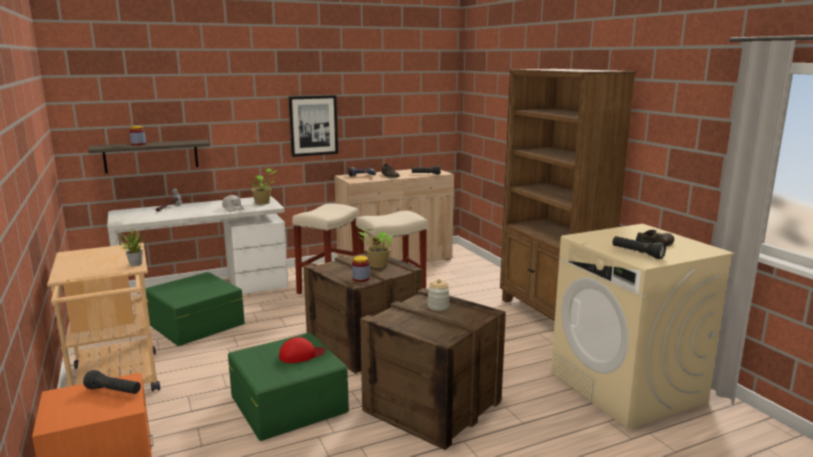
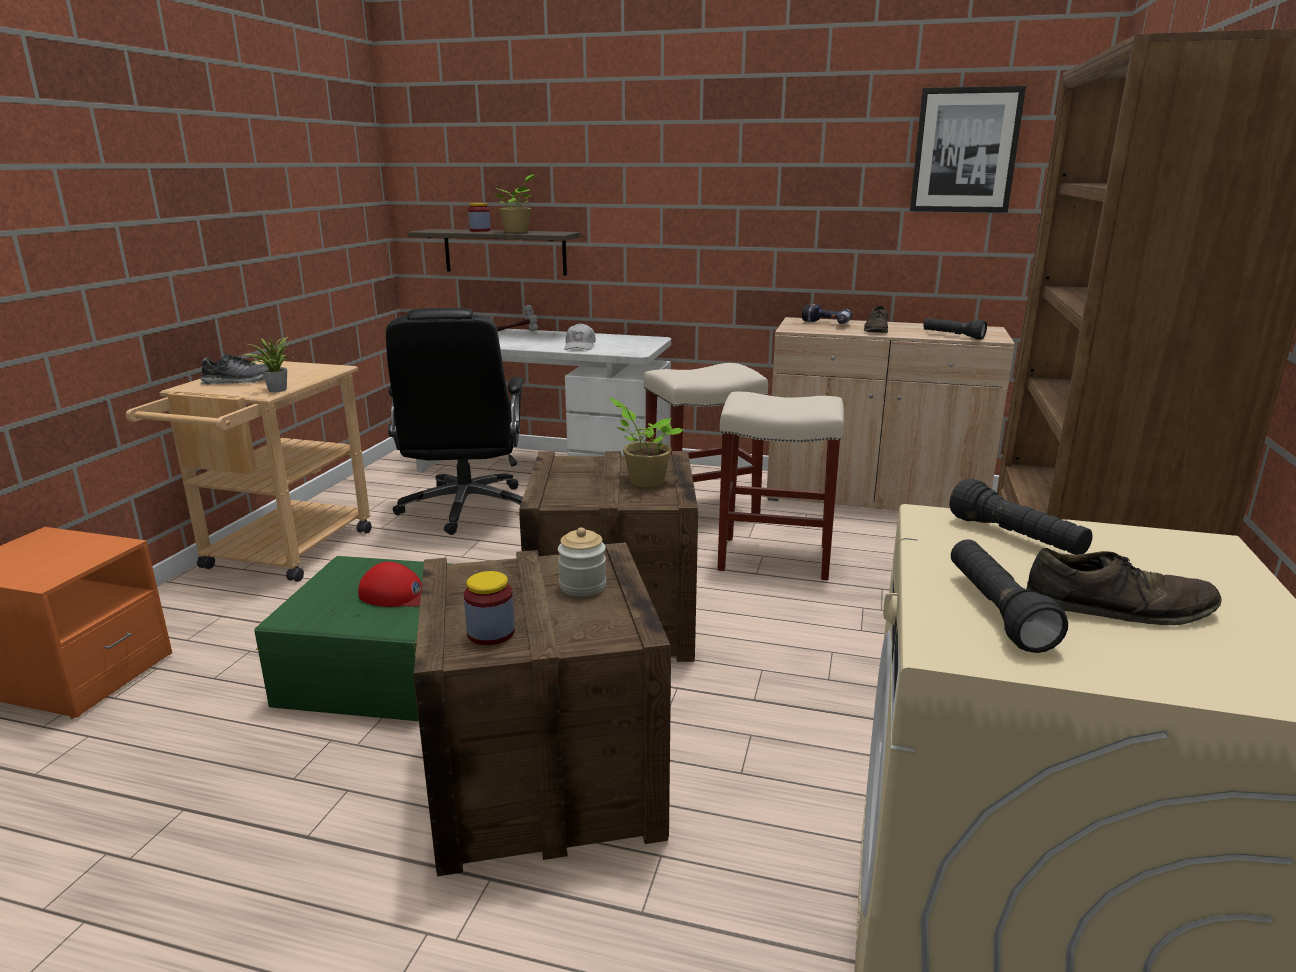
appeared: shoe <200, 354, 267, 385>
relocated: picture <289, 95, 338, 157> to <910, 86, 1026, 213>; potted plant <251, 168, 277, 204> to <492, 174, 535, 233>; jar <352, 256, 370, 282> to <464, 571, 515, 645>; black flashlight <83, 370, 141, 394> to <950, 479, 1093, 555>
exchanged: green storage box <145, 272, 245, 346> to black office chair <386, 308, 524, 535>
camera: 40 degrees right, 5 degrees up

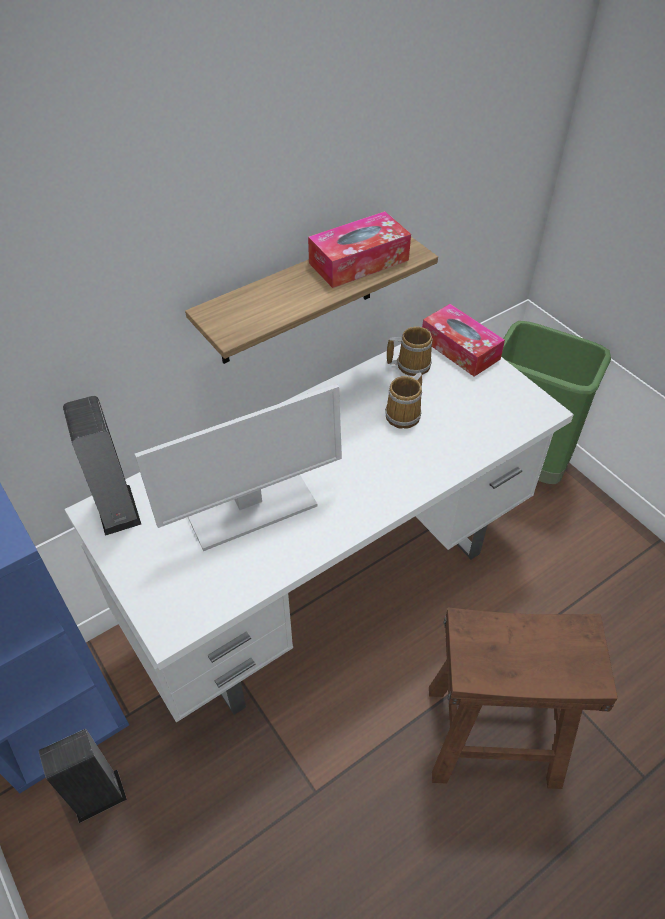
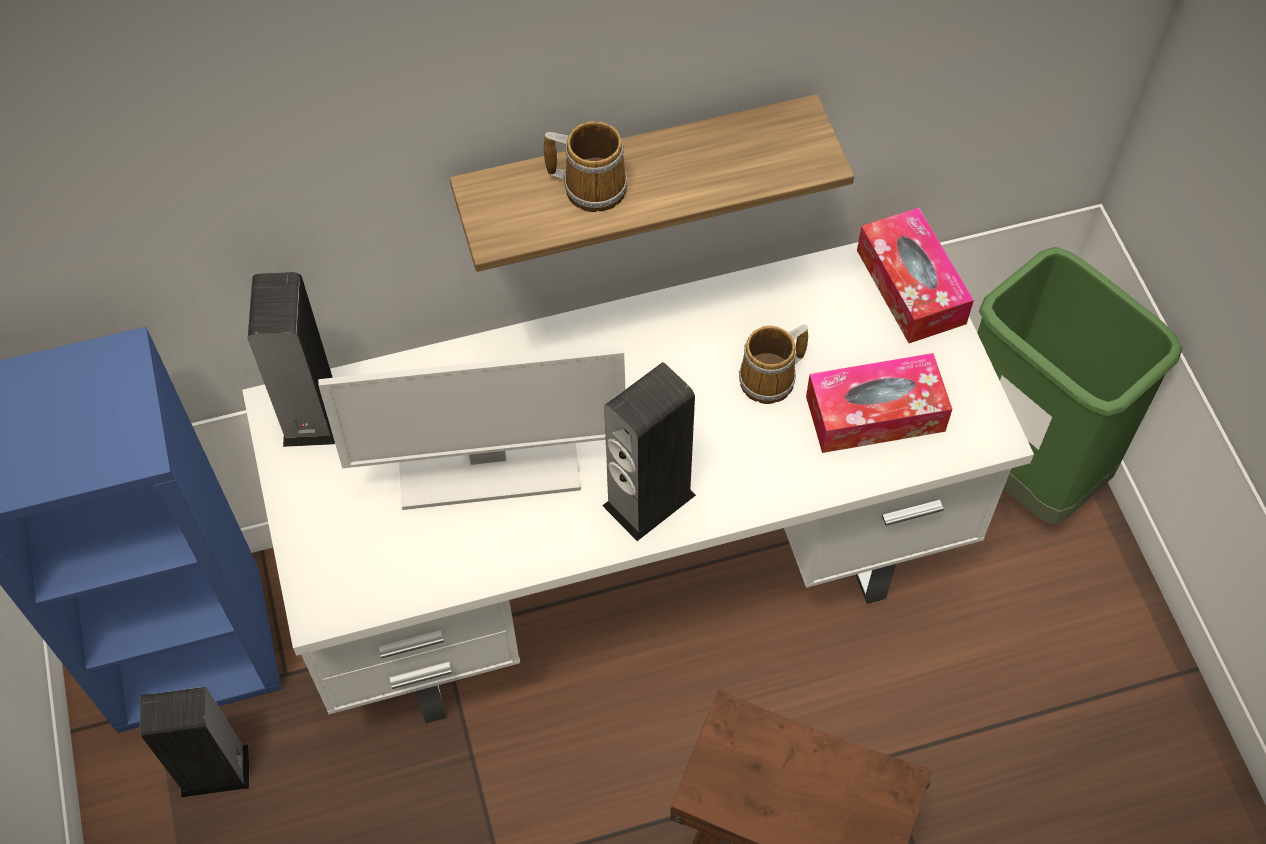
appeared: speaker <602, 362, 696, 541>
relocated: tissue box <308, 211, 411, 288> to <806, 353, 952, 453>; mug <387, 326, 433, 376> to <544, 121, 628, 212>
camera: 20 degrees right, 10 degrees up

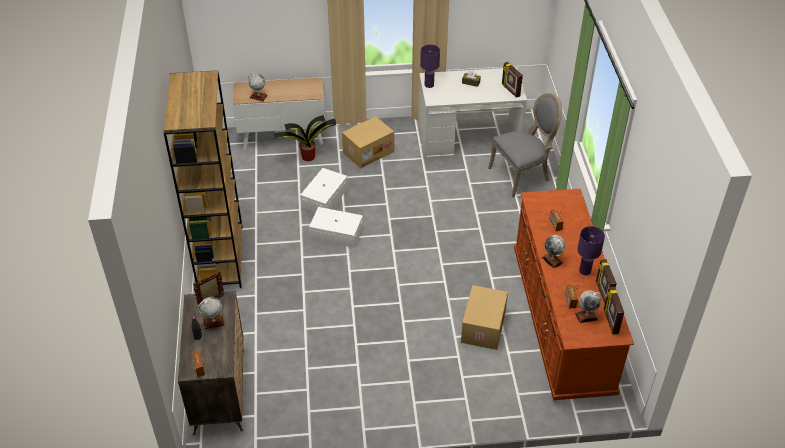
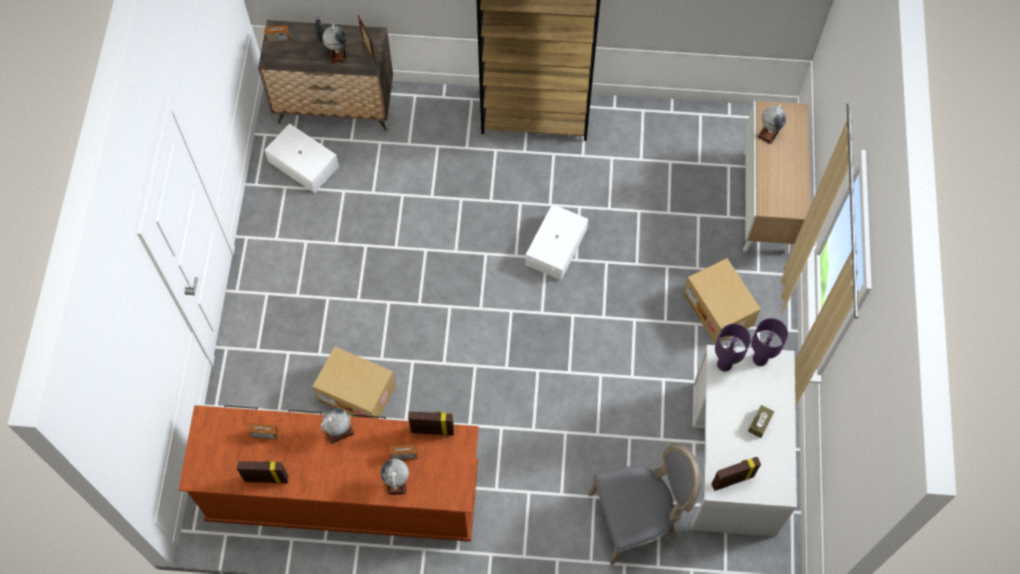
missing: potted plant <274, 115, 336, 161>
relocated: white storage box <300, 168, 348, 212> to <265, 124, 339, 193>; purple table lamp <577, 226, 605, 275> to <715, 324, 751, 371>; picture frame <604, 287, 624, 334> to <408, 411, 454, 436>; globe <575, 290, 602, 323> to <381, 459, 409, 495>
spun: grey chair <488, 93, 562, 197> = <588, 443, 701, 565> 90 degrees counterclockwise
camera: 100 degrees right, 20 degrees up

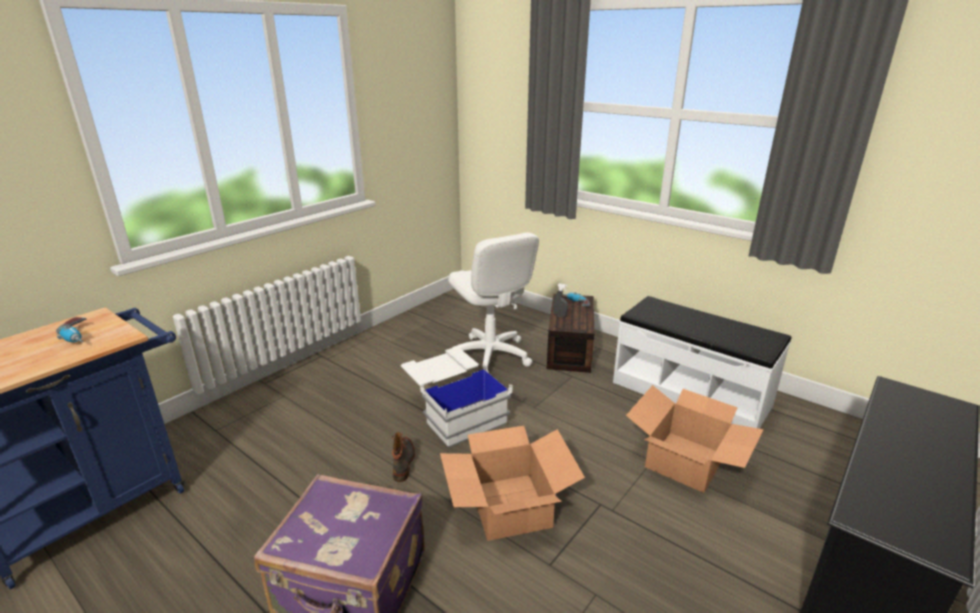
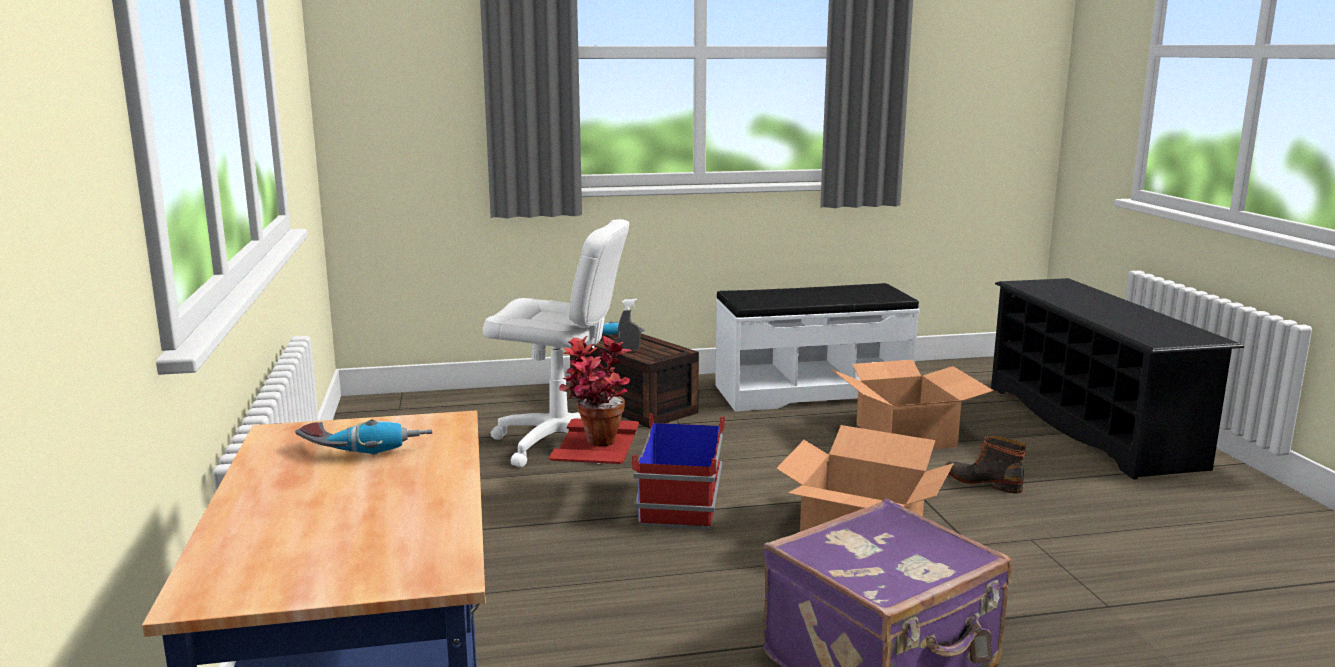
appeared: potted plant <559, 336, 631, 446>
relocated: boot <392, 432, 415, 482> to <945, 435, 1026, 494>
colour: white storage box <401, 347, 513, 448> to red storage box <549, 413, 725, 530>
camera: 50 degrees left, 10 degrees down

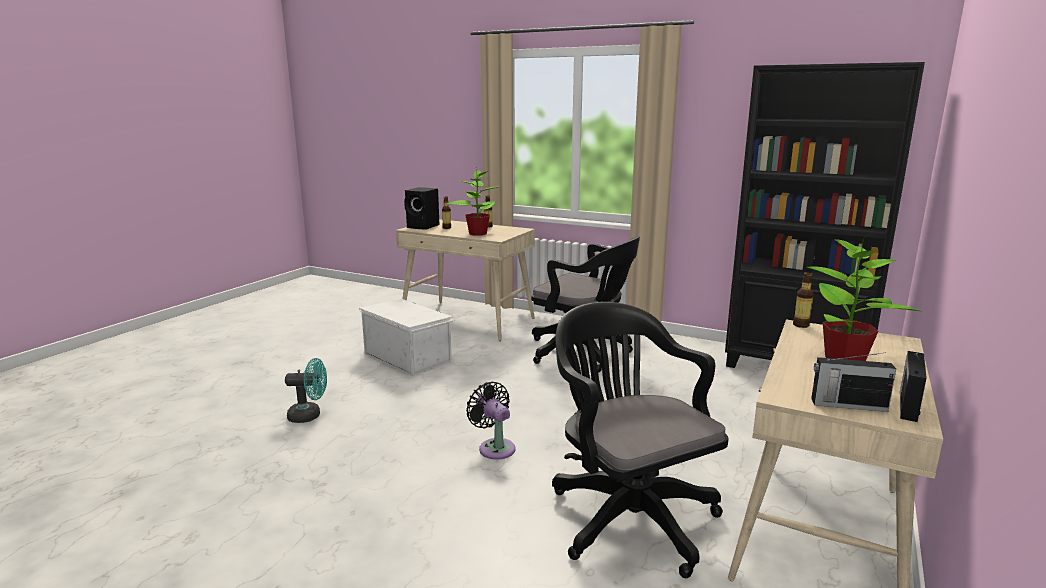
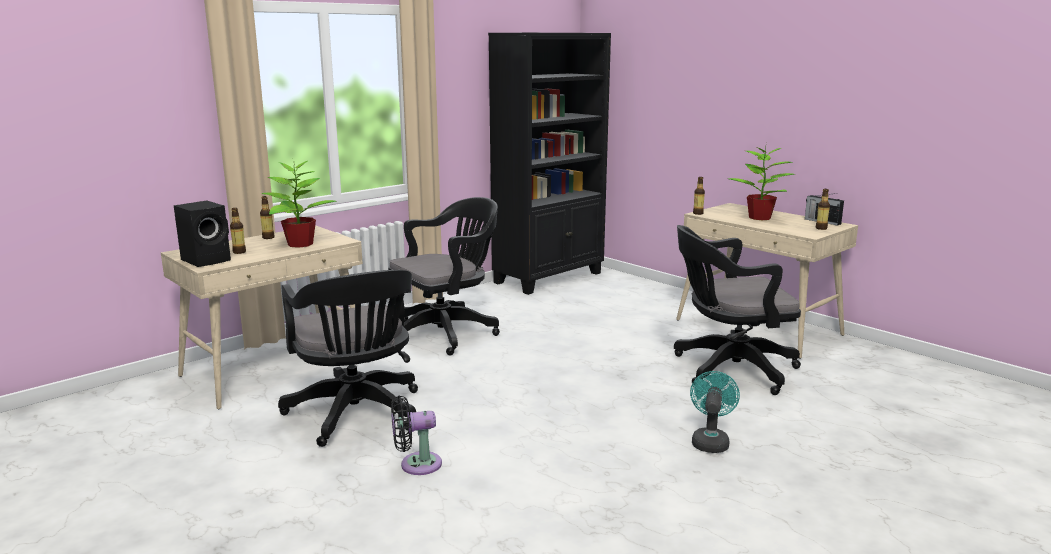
relocated: turquoise fan <285, 358, 327, 423> to <690, 371, 740, 453>; black fan <466, 382, 515, 460> to <391, 396, 442, 475>
exchanged: white storage box <359, 299, 455, 377> to black office chair <278, 269, 418, 447>; radio <811, 352, 896, 412> to bottle <816, 189, 830, 230>
camera: 70 degrees left, 0 degrees up

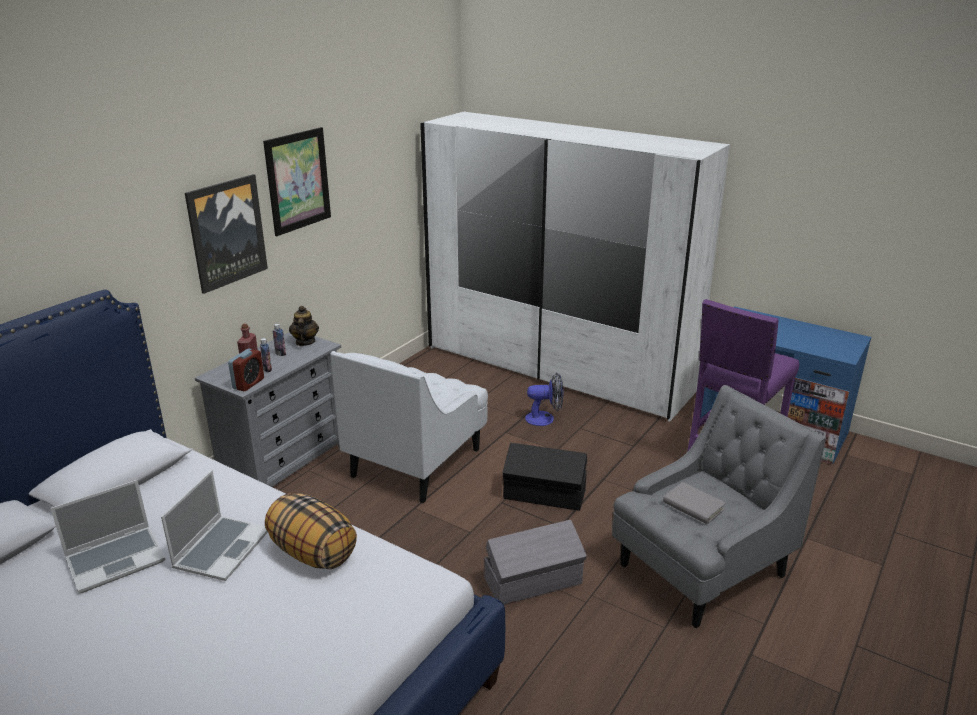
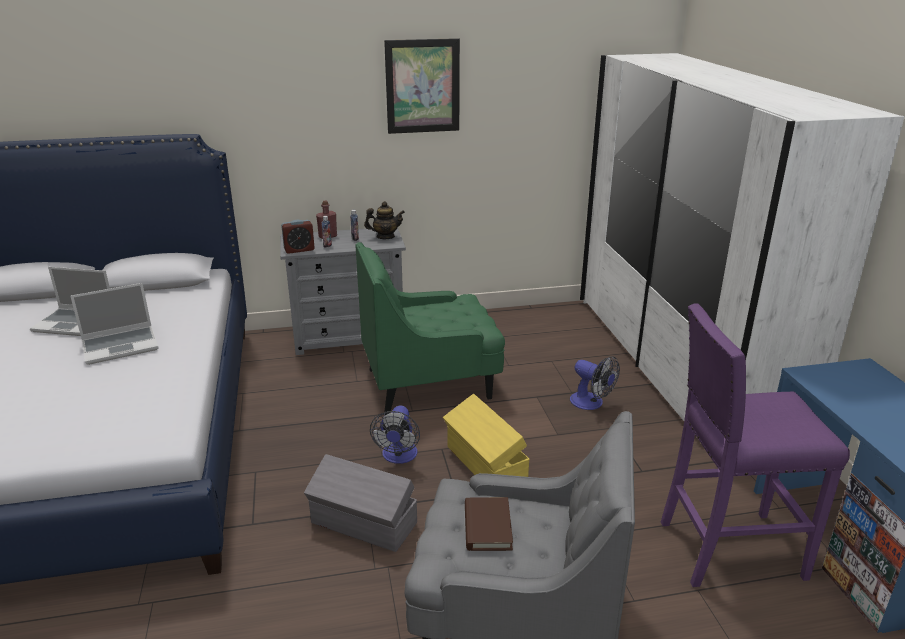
missing: picture <185, 174, 268, 294>; pillow <265, 493, 357, 569>
appeared: fan <370, 406, 420, 464>
colour: white armchair <330, 351, 488, 503> to green armchair <355, 242, 505, 415>; black storage box <503, 443, 587, 511> to yellow storage box <443, 394, 529, 477>; grey book <663, 482, 726, 524> to brown book <465, 497, 513, 551>
spun: teapot <289, 306, 319, 346> = <364, 201, 405, 239> 45 degrees clockwise
camera: 45 degrees right, 0 degrees up

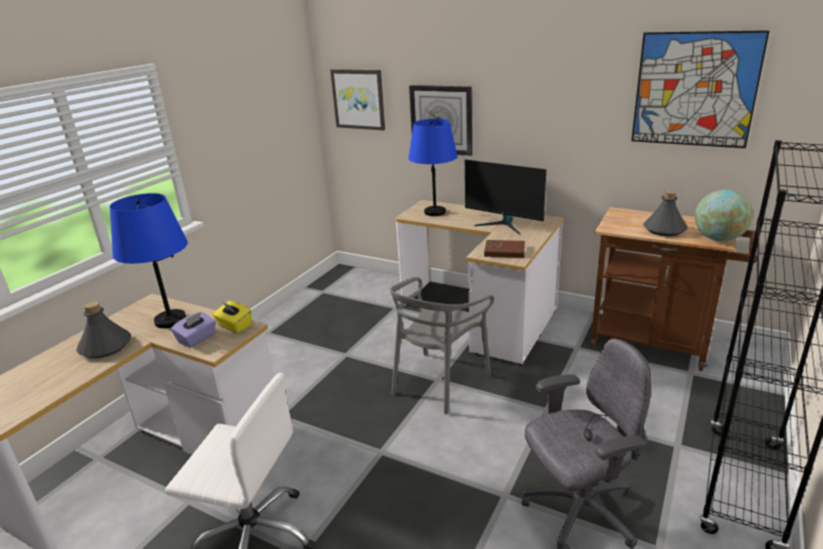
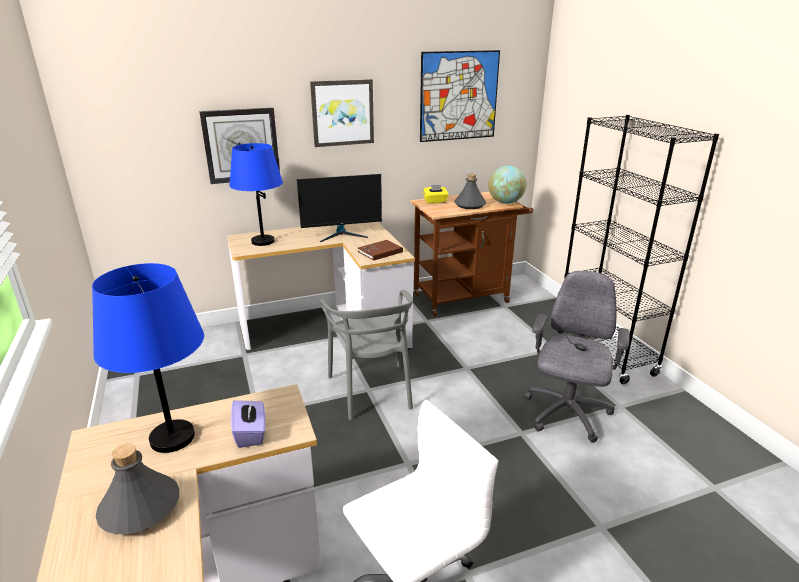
relocated: picture <330, 69, 385, 130> to <310, 79, 374, 147>; yellow tissue box <213, 301, 252, 333> to <423, 185, 449, 204>
camera: 50 degrees left, 0 degrees up

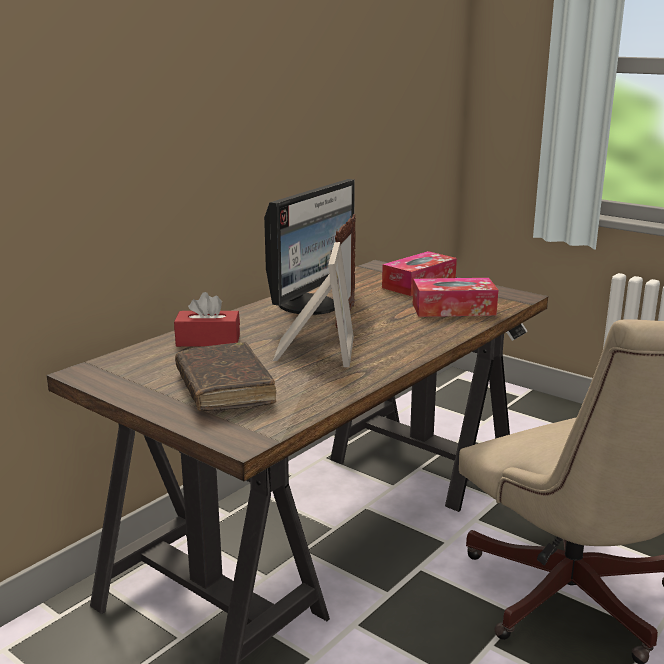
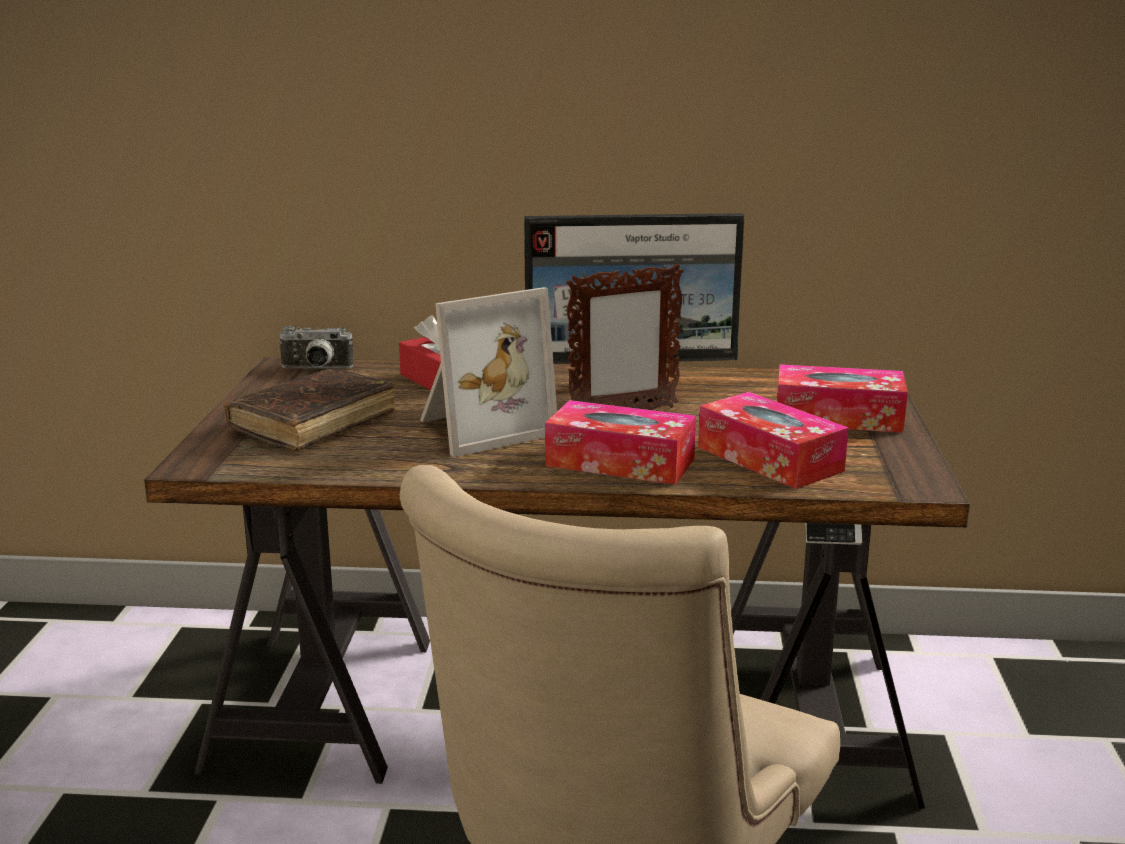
appeared: photo camera <278, 326, 353, 368>; tissue box <545, 400, 696, 485>
camera: 55 degrees right, 0 degrees up

